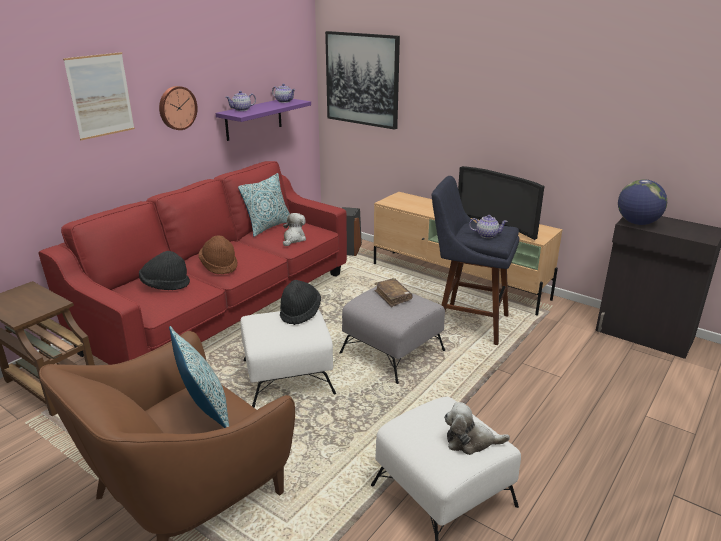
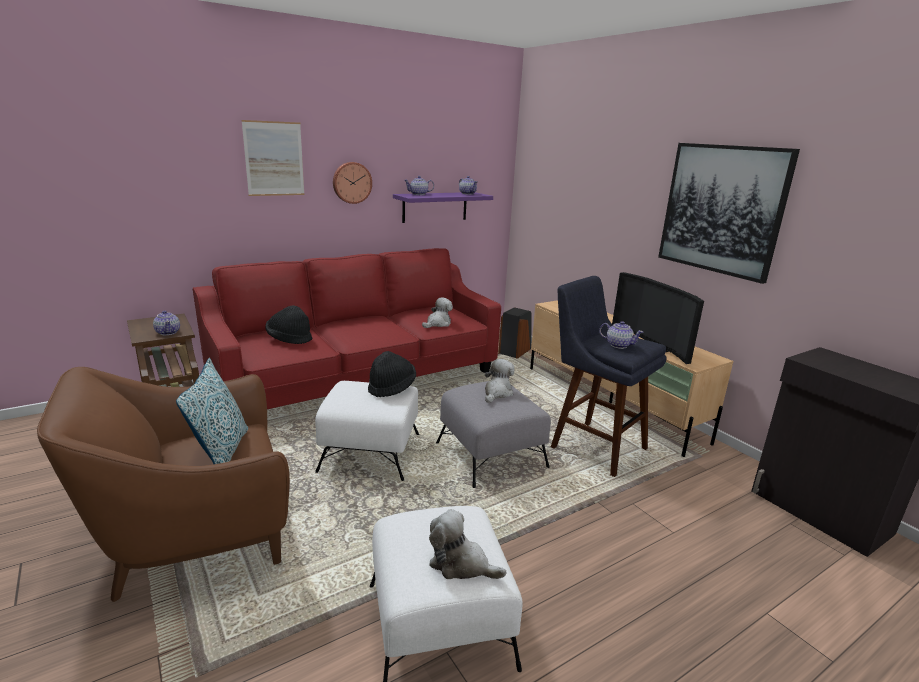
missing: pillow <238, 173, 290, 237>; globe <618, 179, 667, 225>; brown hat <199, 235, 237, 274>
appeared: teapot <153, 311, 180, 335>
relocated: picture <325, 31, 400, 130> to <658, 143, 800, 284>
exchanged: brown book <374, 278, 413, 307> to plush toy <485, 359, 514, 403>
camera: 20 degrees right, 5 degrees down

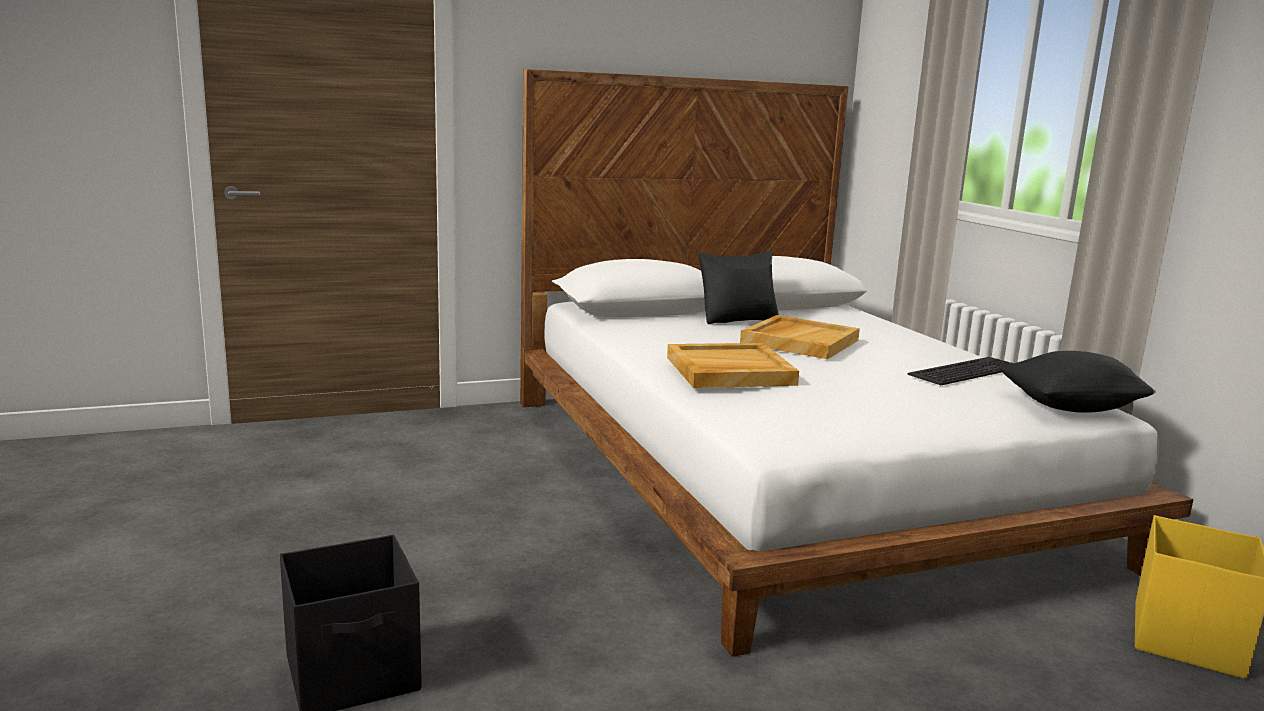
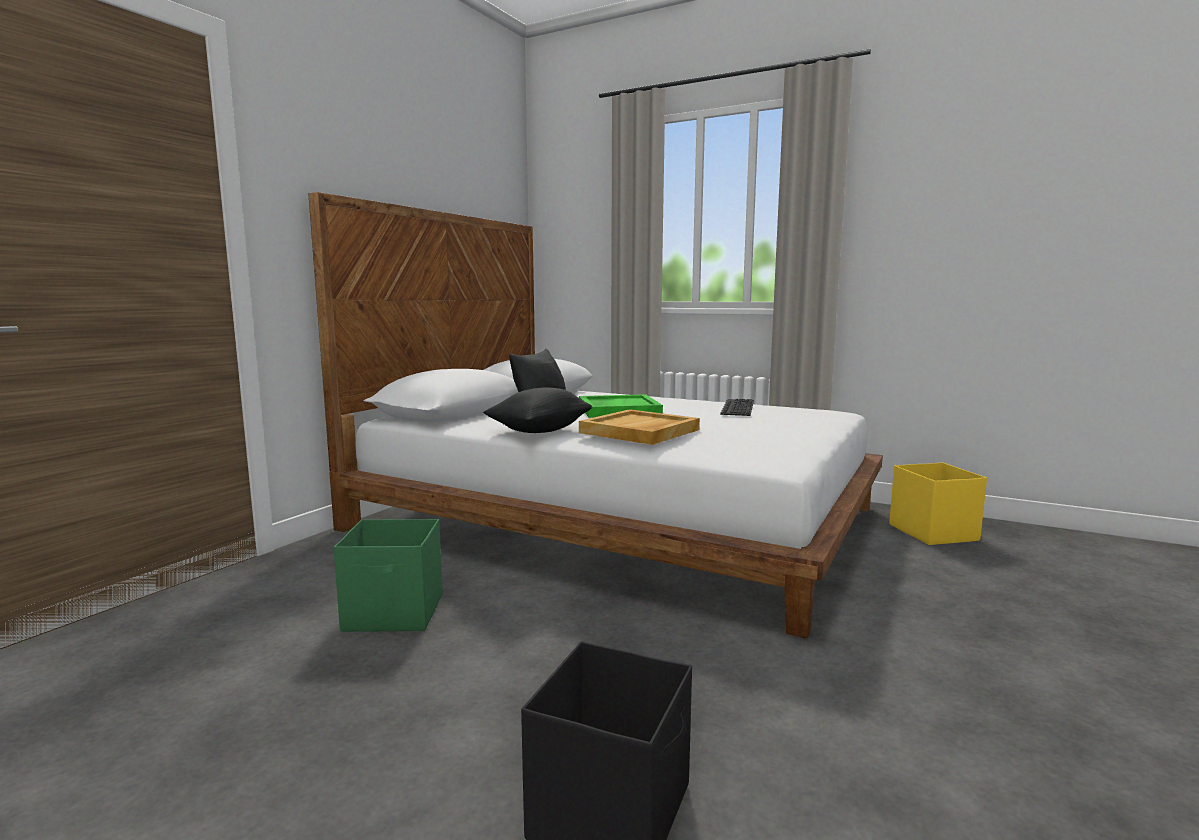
appeared: green storage box <334, 519, 443, 632>
relocated: black pillow <999, 351, 1156, 413> to <483, 387, 593, 433>
colour: beige tray <740, 315, 860, 359> to green tray <579, 394, 663, 418>
camera: 40 degrees left, 5 degrees down

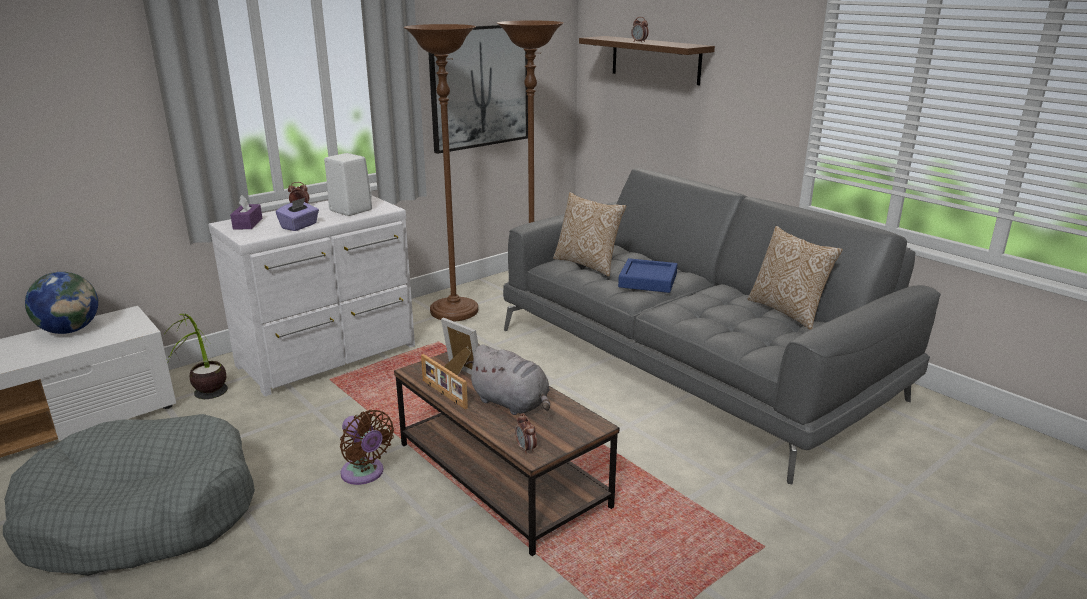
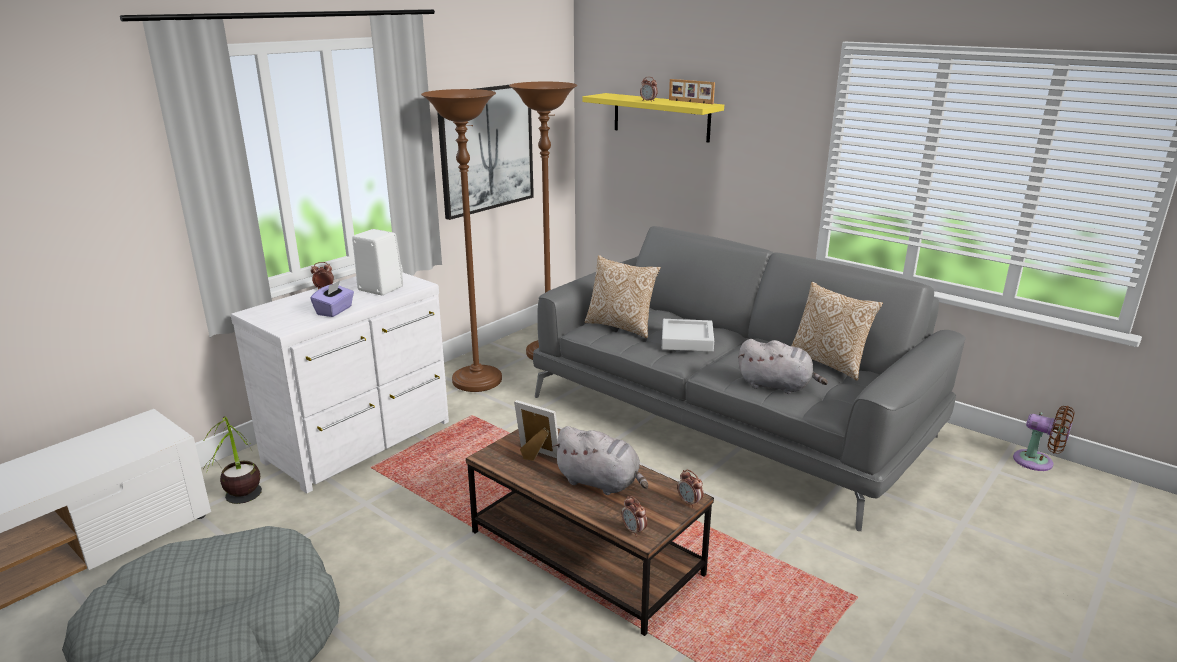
missing: purple tissue box <230, 195, 262, 229>; globe <25, 272, 98, 334>
appeared: grey plush toy <738, 339, 828, 394>; alarm clock <677, 470, 704, 508>
relocated: picture frame <421, 354, 468, 409> to <669, 79, 715, 104>; brown fan <340, 410, 394, 485> to <1013, 406, 1074, 471>
colour: brown shelf <579, 36, 715, 86> to yellow shelf <582, 93, 724, 143>; blue tray <618, 258, 677, 293> to grey tray <662, 319, 714, 352>
camera: 10 degrees left, 0 degrees up

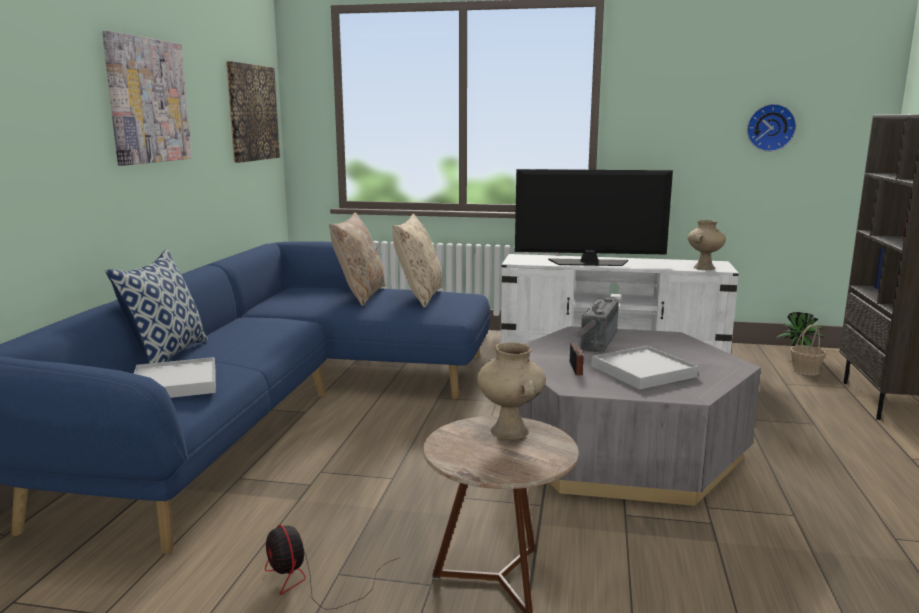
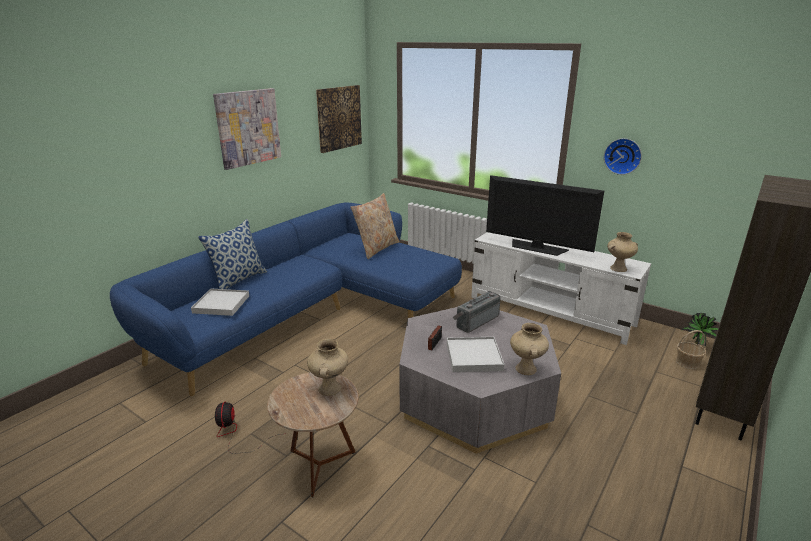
missing: beige pillow <392, 214, 443, 308>
appeared: beige vase <510, 323, 549, 375>
relocated: wall clock <747, 104, 796, 152> to <604, 138, 642, 175>
camera: 25 degrees right, 10 degrees up

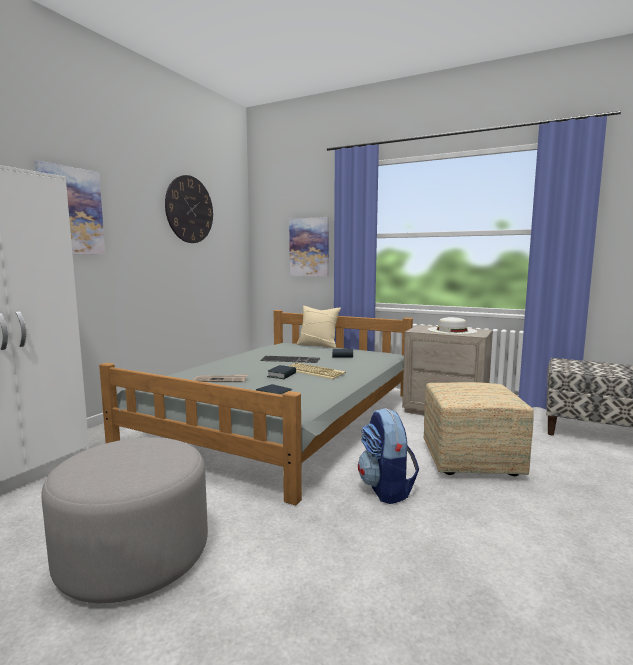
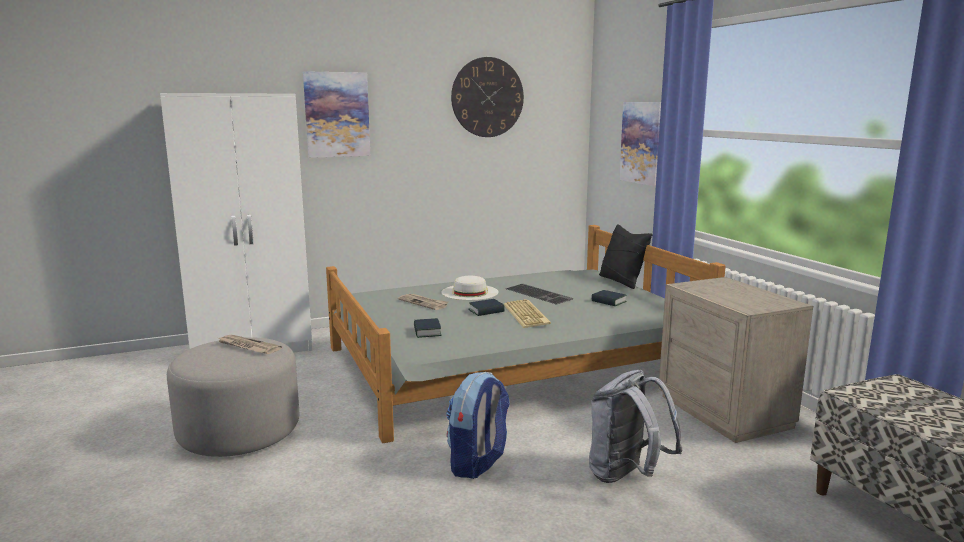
appeared: newspaper <218, 335, 282, 354>
relocated: white hat <428, 317, 477, 334> to <441, 276, 499, 300>
exchanged: ottoman <424, 382, 533, 476> to grey backpack <589, 370, 682, 483>
colour: beige pillow <297, 306, 341, 348> to black pillow <599, 224, 653, 289>
camera: 40 degrees right, 5 degrees up

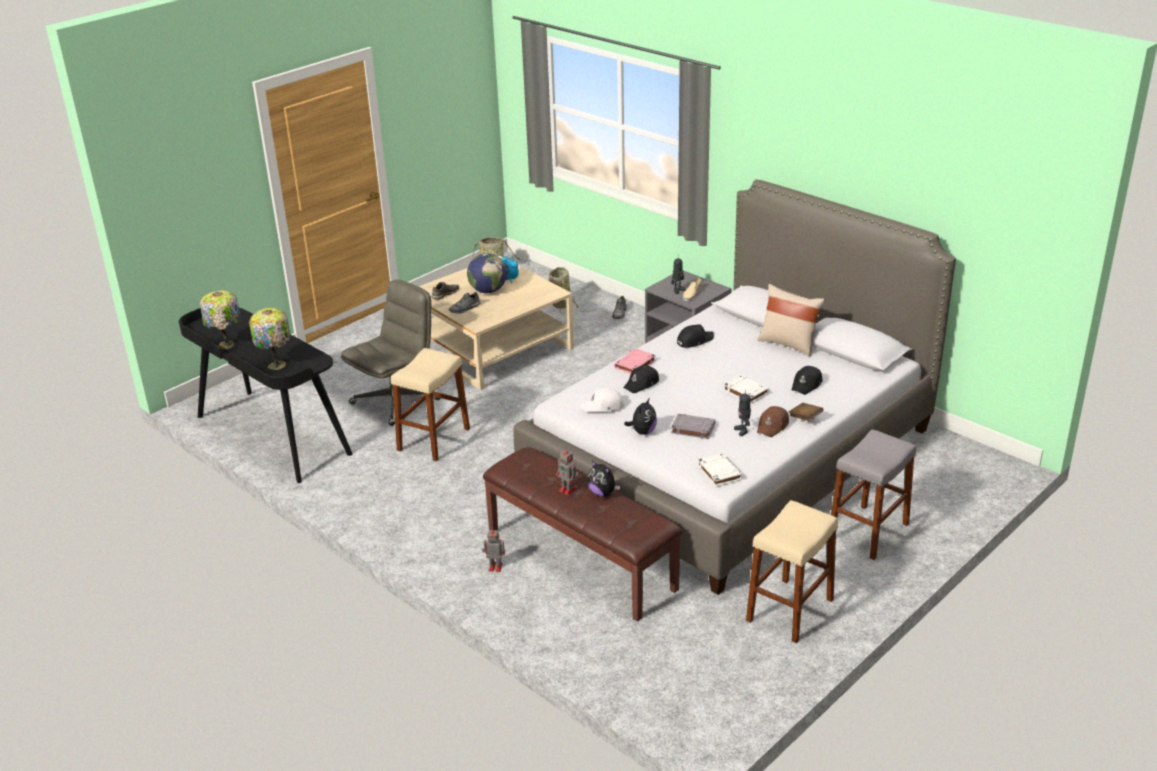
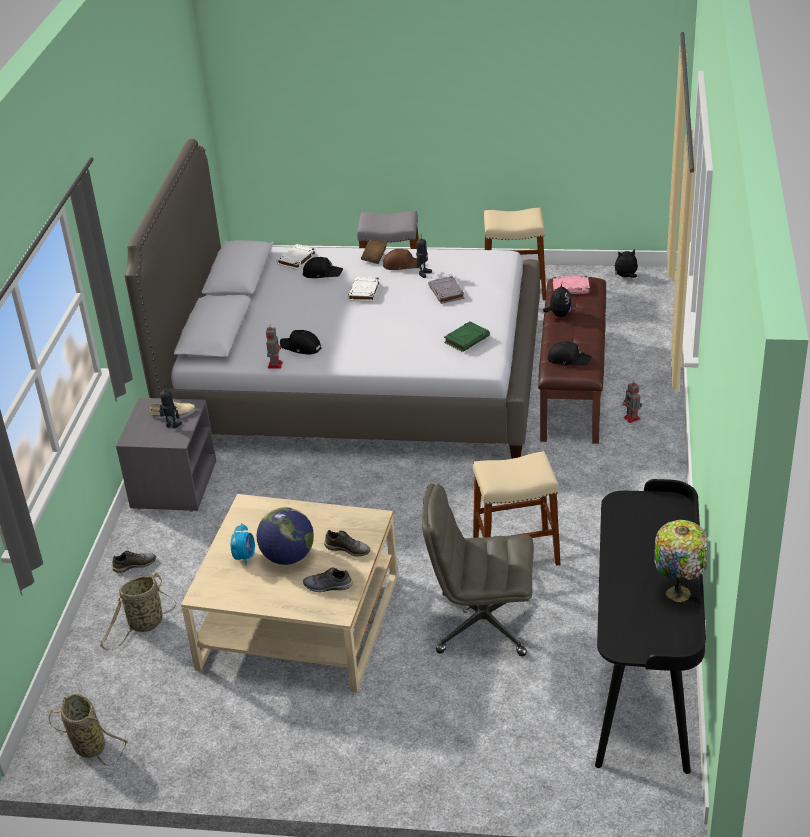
missing: beige pillow <757, 284, 825, 357>; table lamp <249, 308, 291, 370>
relocated: pink book <614, 349, 655, 374> to <553, 275, 590, 294>; black cap <623, 365, 659, 393> to <547, 341, 592, 365>; plush toy <624, 397, 657, 435> to <615, 249, 638, 278>; toy robot <556, 448, 578, 496> to <266, 326, 283, 369>; white book <698, 453, 743, 487> to <276, 244, 316, 270>
exchanged: white cap <581, 388, 624, 412> to green book <444, 321, 490, 352>
camera: 125 degrees left, 5 degrees up

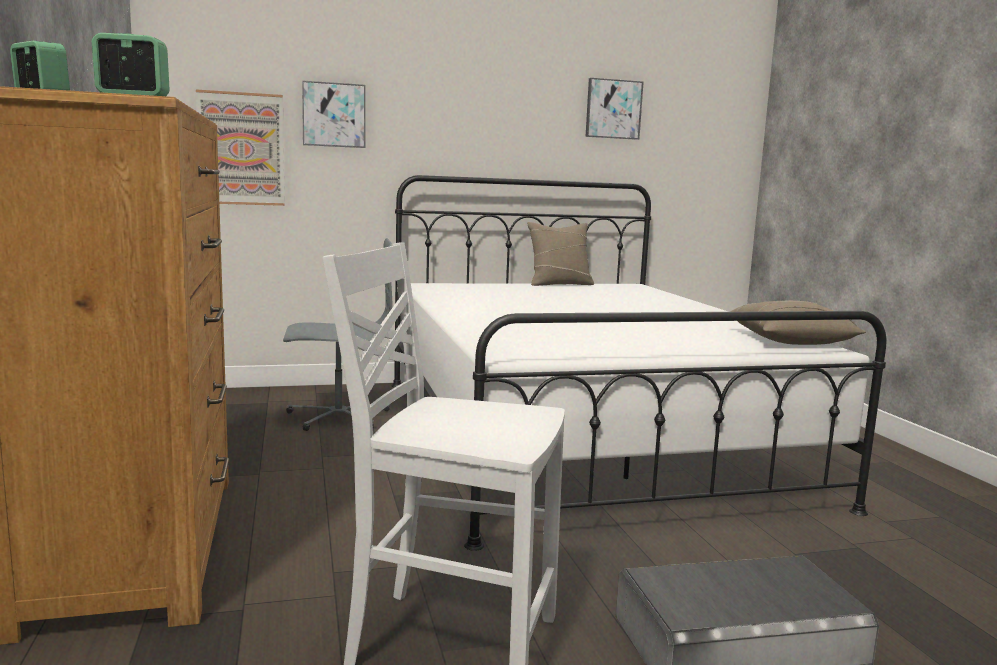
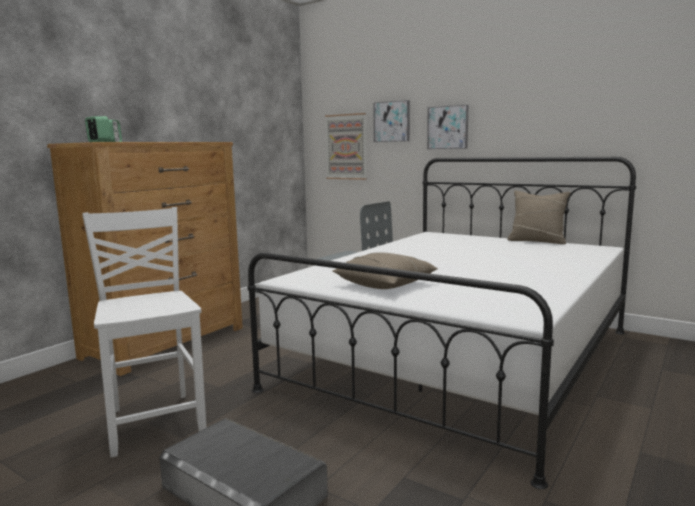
relocated: picture <585, 78, 644, 140> to <427, 105, 469, 149>; beige pillow <730, 300, 866, 345> to <332, 252, 438, 289>
camera: 50 degrees right, 0 degrees up

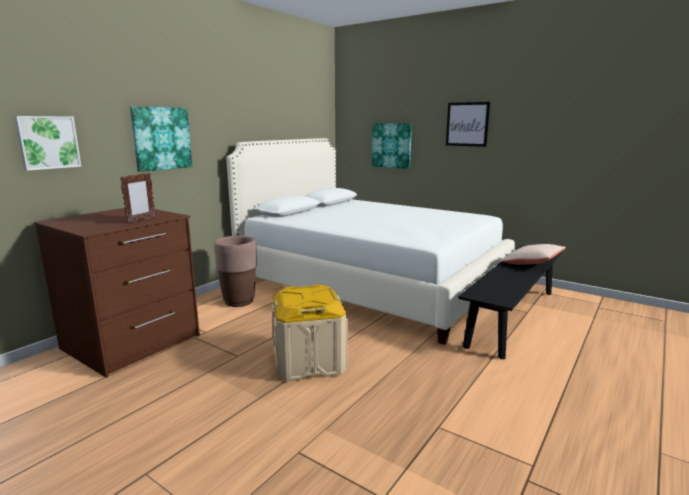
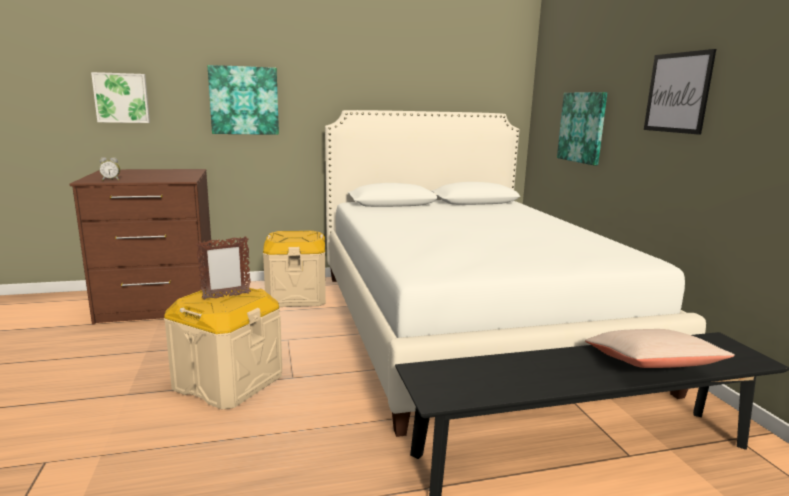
appeared: alarm clock <99, 157, 120, 181>
relocated: picture frame <120, 172, 155, 224> to <196, 236, 251, 300>
exchanged: brown planter <214, 236, 257, 307> to beige storage box <263, 231, 326, 307>
camera: 40 degrees right, 0 degrees up

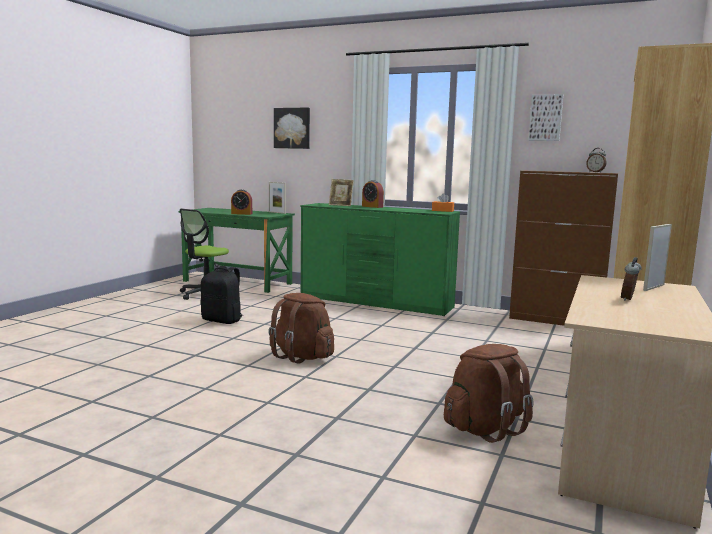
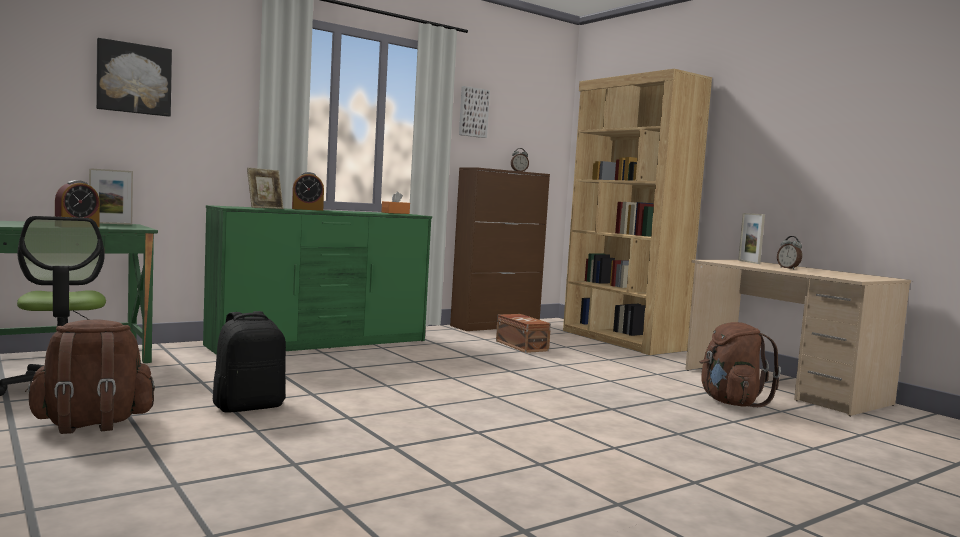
appeared: brown storage box <496, 314, 551, 353>
relocated: brown backpack <268, 293, 334, 364> to <25, 320, 155, 434>
camera: 60 degrees left, 5 degrees down

